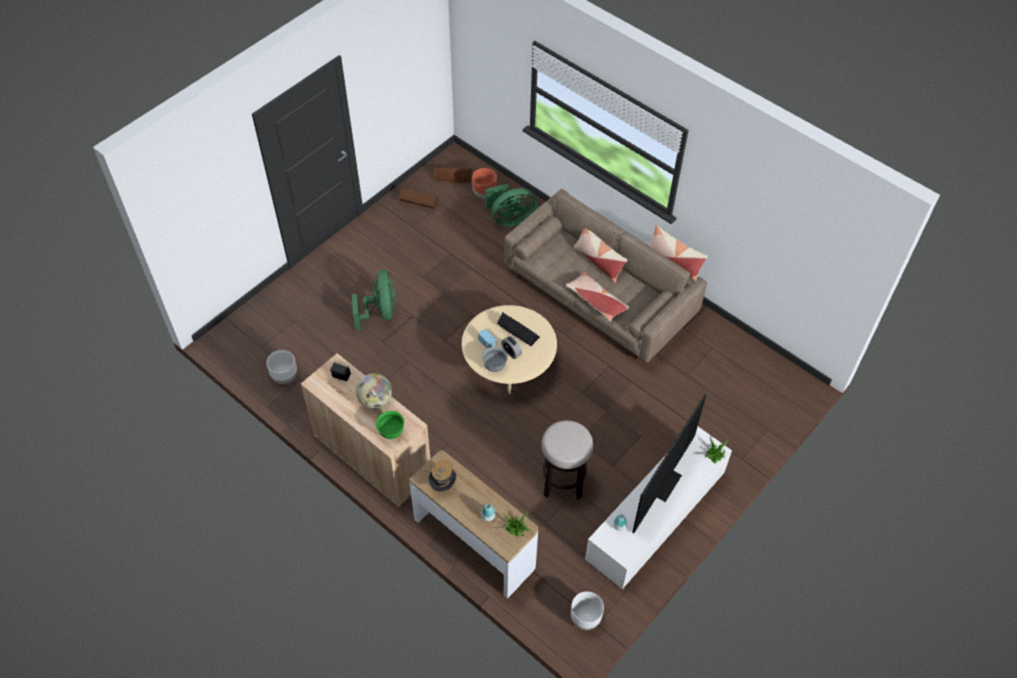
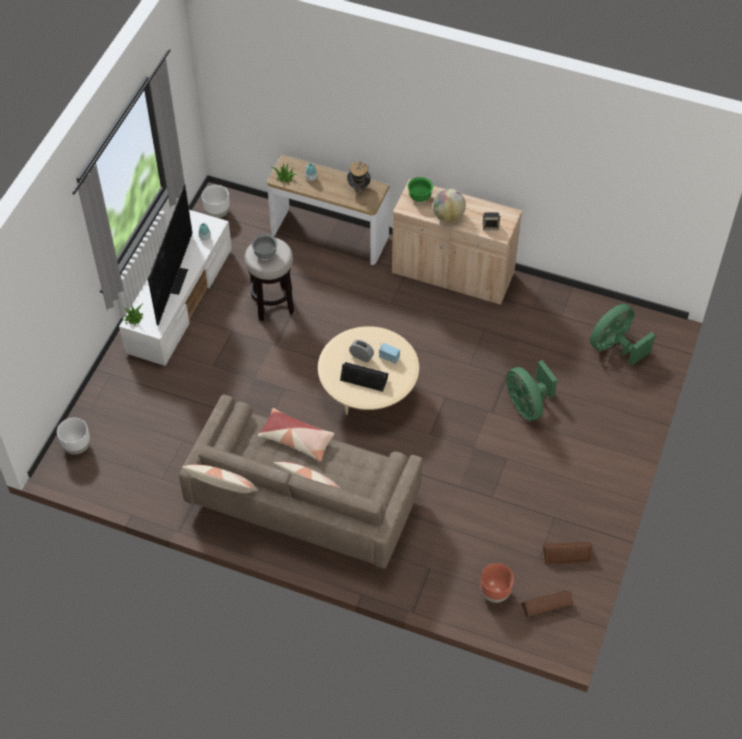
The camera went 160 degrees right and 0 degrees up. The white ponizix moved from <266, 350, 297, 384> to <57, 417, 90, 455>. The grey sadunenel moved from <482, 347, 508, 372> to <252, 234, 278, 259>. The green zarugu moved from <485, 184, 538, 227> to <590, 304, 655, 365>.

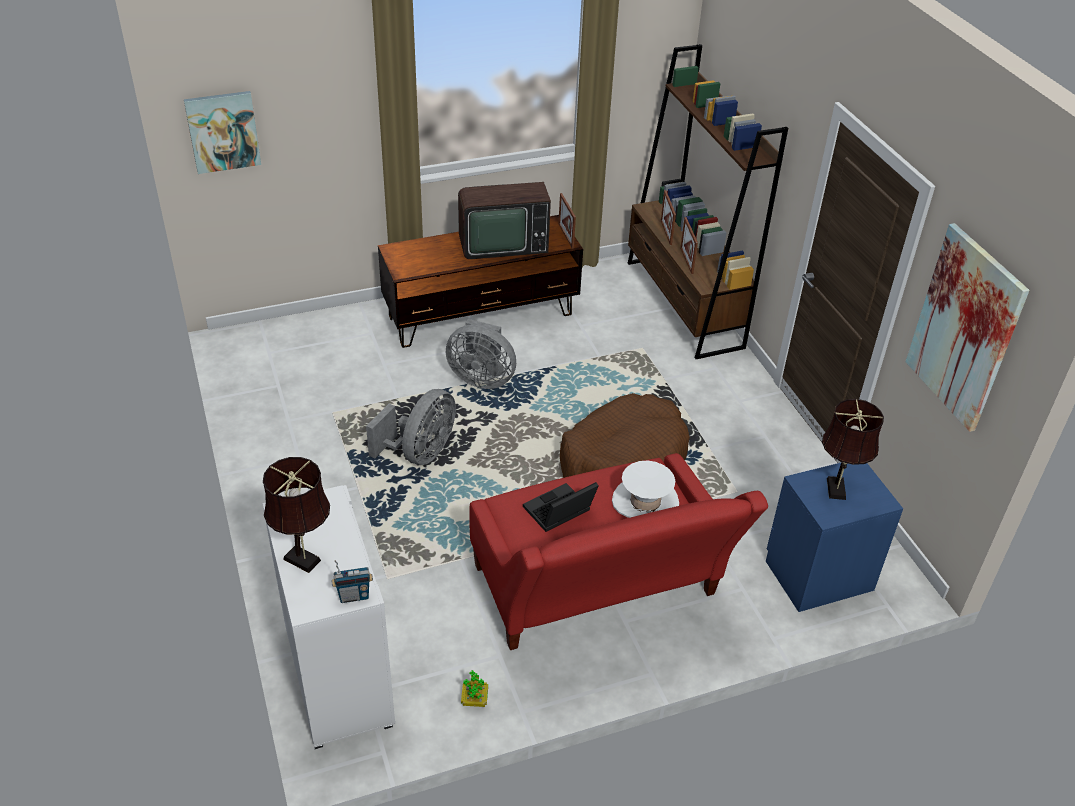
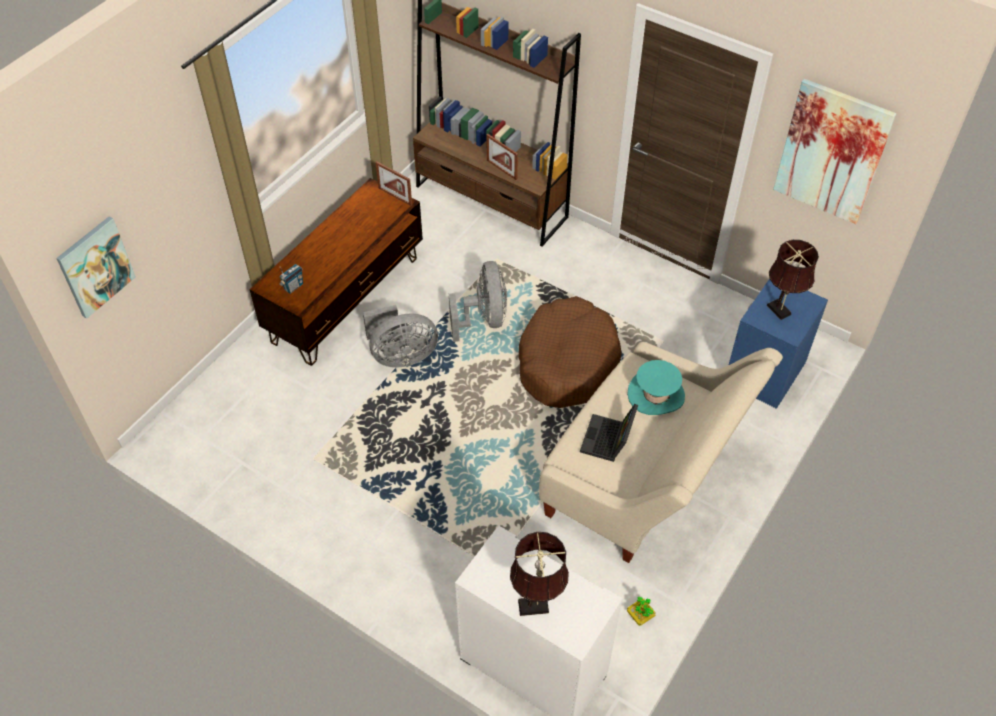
The camera went 35 degrees left and 10 degrees up. The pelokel moved from <331, 560, 373, 603> to <279, 264, 303, 294>. The grey zarugu moved from <366, 389, 456, 465> to <449, 261, 507, 342>. The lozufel at <458, 182, 551, 259> disappeared. The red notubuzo at <469, 453, 768, 650> became the beige notubuzo at <539, 342, 783, 563>. The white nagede at <612, 461, 679, 518> became the turquoise nagede at <627, 360, 685, 415>. The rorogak at <661, 190, 676, 245> disappeared.

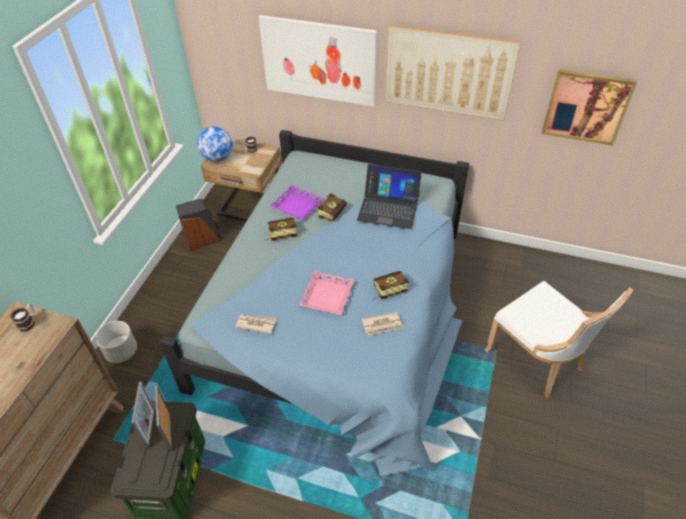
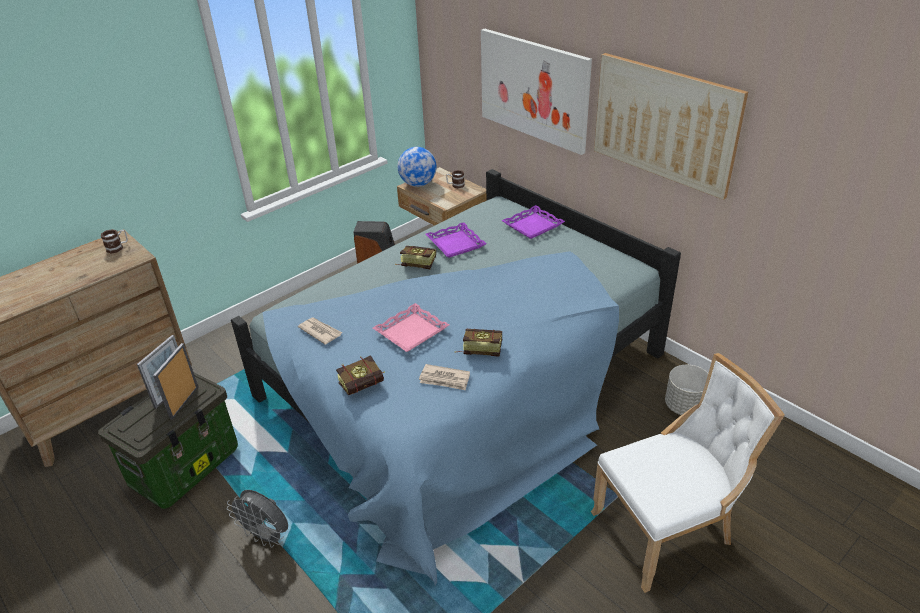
The camera went 30 degrees right and 10 degrees down. The grey ponizix moved from <96, 321, 137, 363> to <665, 365, 708, 415>. The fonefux moved from <318, 193, 347, 221> to <336, 355, 385, 395>. The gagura at <357, 164, 422, 229> disappeared. The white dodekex at <485, 281, 633, 397> turned 105 degrees counterclockwise. The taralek at <541, 69, 637, 146> disappeared. The grey zarugu at <227, 490, 288, 548> appeared. The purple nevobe at <501, 205, 565, 239> appeared.

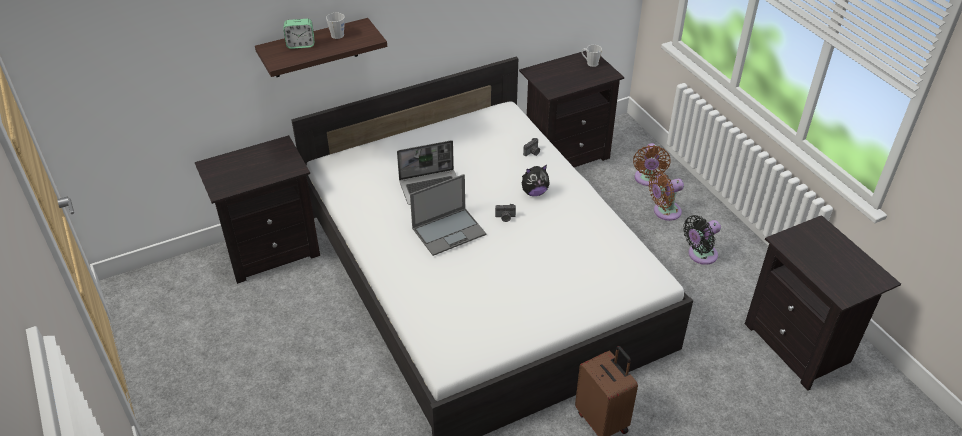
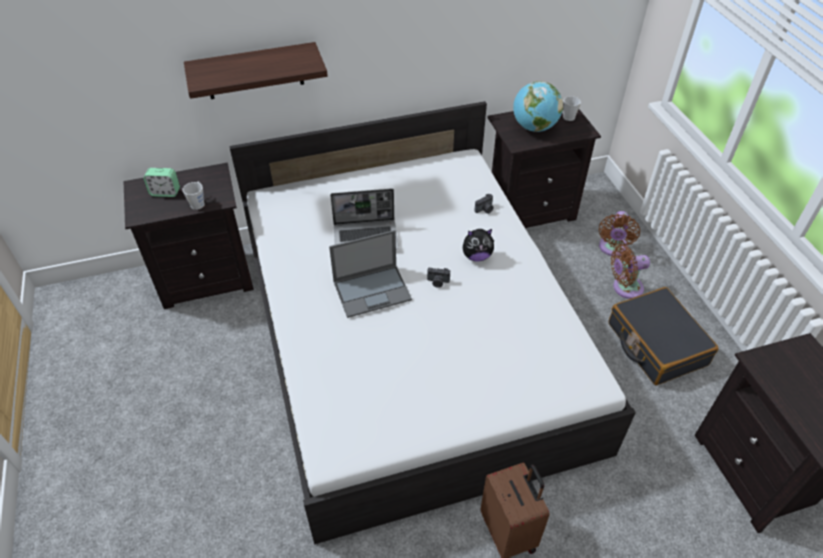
The camera went 10 degrees right and 5 degrees up. The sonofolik moved from <283, 19, 314, 49> to <143, 168, 180, 197>. The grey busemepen moved from <326, 13, 345, 39> to <183, 182, 205, 210>. The black zarugu at <683, 215, 721, 265> was replaced by the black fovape at <609, 287, 718, 385>. The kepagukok at <513, 81, 563, 132> appeared.

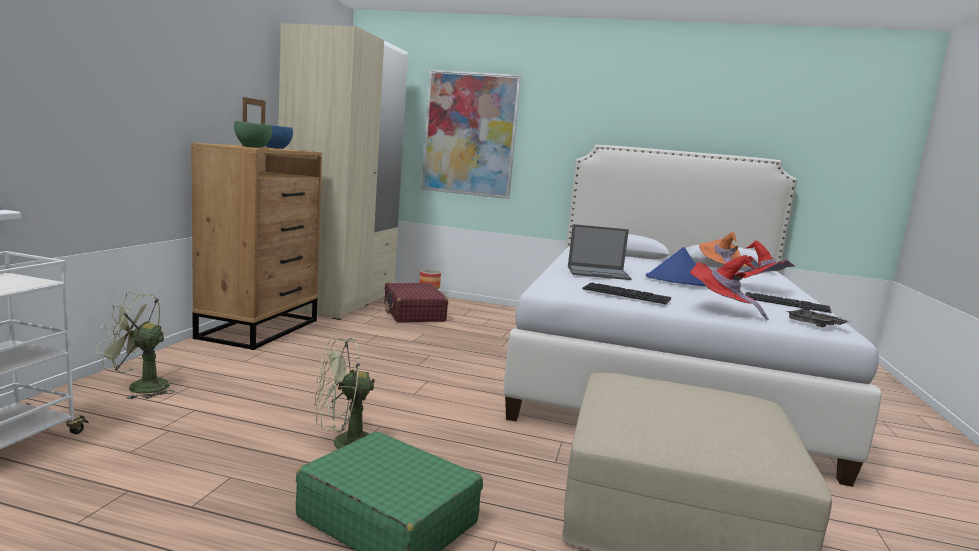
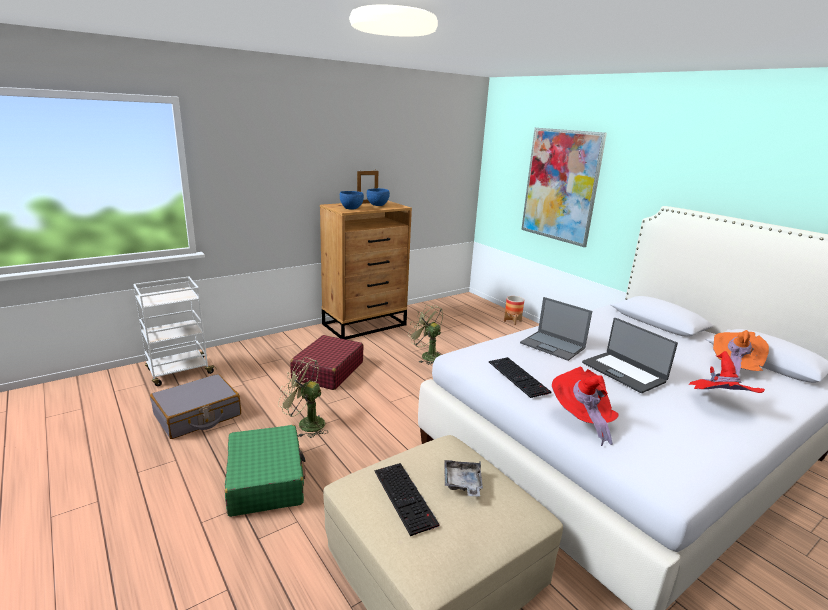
The camera went 40 degrees right and 10 degrees up. The green zarugu moved from <96, 292, 175, 399> to <408, 305, 443, 365>. The green sadunenel at <234, 121, 272, 148> became the blue sadunenel at <340, 191, 364, 210>. The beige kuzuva at <279, 22, 408, 320> disappeared. The red fovape moved from <385, 283, 448, 322> to <290, 335, 364, 390>. The blue nagede at <646, 247, 705, 286> was replaced by the gagura at <582, 318, 678, 393>. The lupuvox moved from <745, 292, 831, 313> to <375, 463, 440, 536>. The grey nevobe moved from <786, 306, 852, 327> to <444, 460, 483, 497>. The grey fovape at <150, 374, 241, 439> appeared.

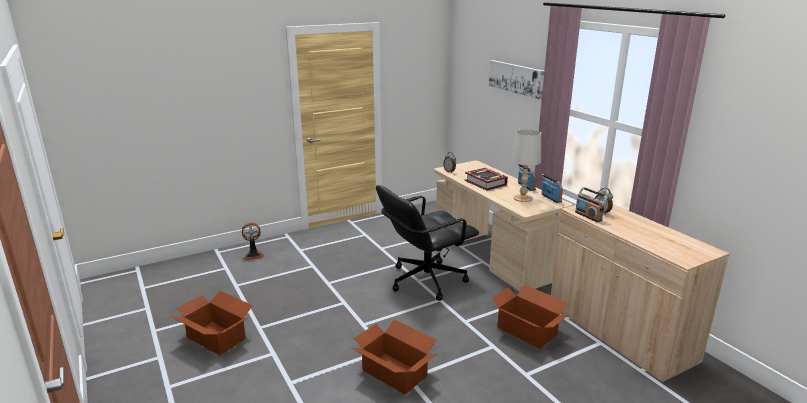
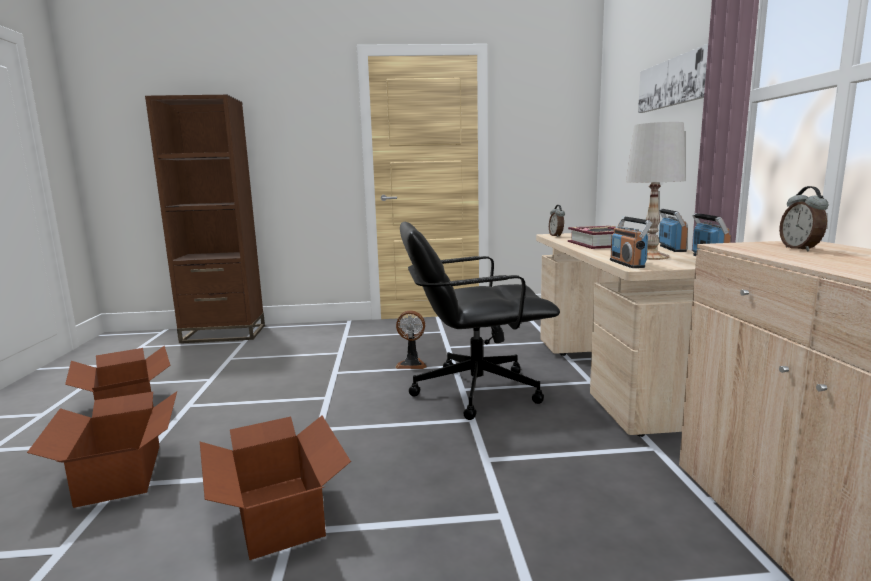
The camera went 25 degrees right and 10 degrees down. The zarugu moved from <242, 222, 265, 260> to <395, 311, 427, 369>. The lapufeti moved from <491, 284, 569, 349> to <27, 391, 177, 508>. The pelokel moved from <575, 187, 608, 222> to <610, 216, 652, 268>. The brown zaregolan at <145, 95, 265, 343> appeared.

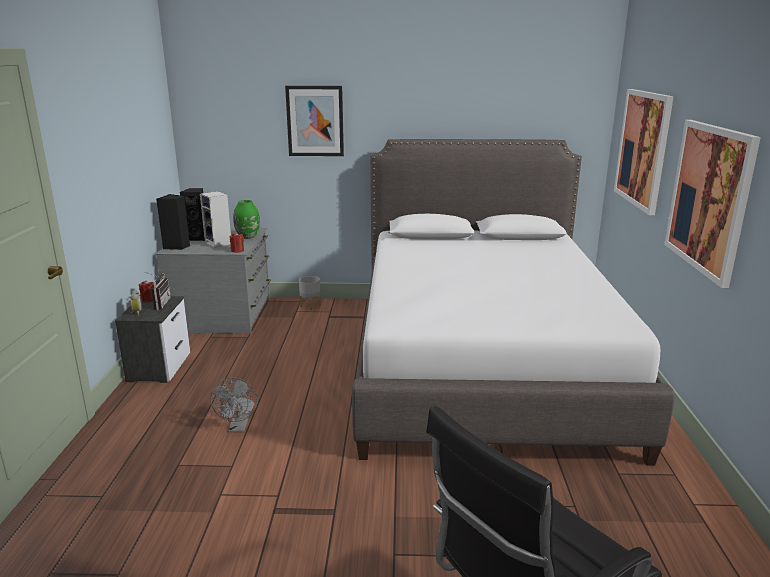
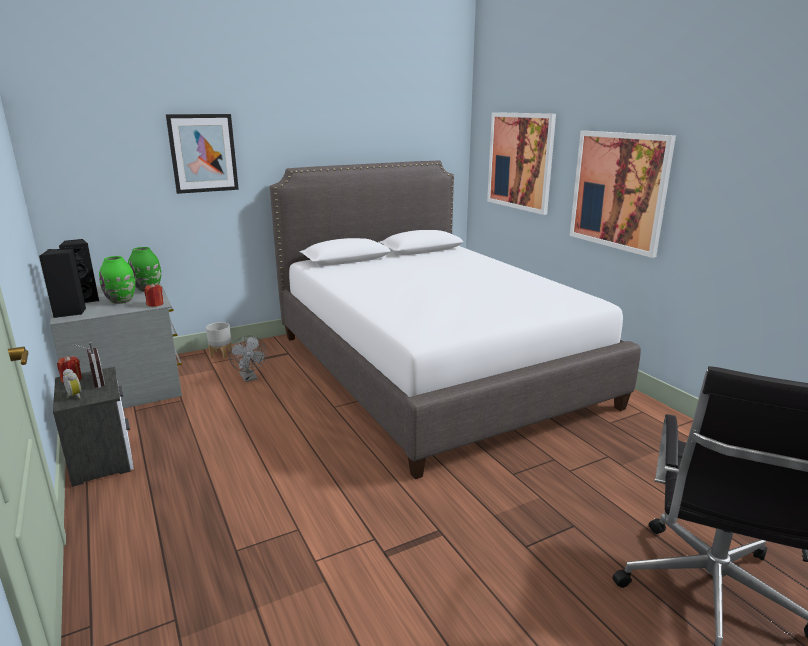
The camera went 30 degrees left and 0 degrees up. The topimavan at <200, 191, 231, 248> was replaced by the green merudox at <99, 256, 135, 304>. The grey zarugu moved from <210, 377, 257, 432> to <229, 335, 267, 382>.

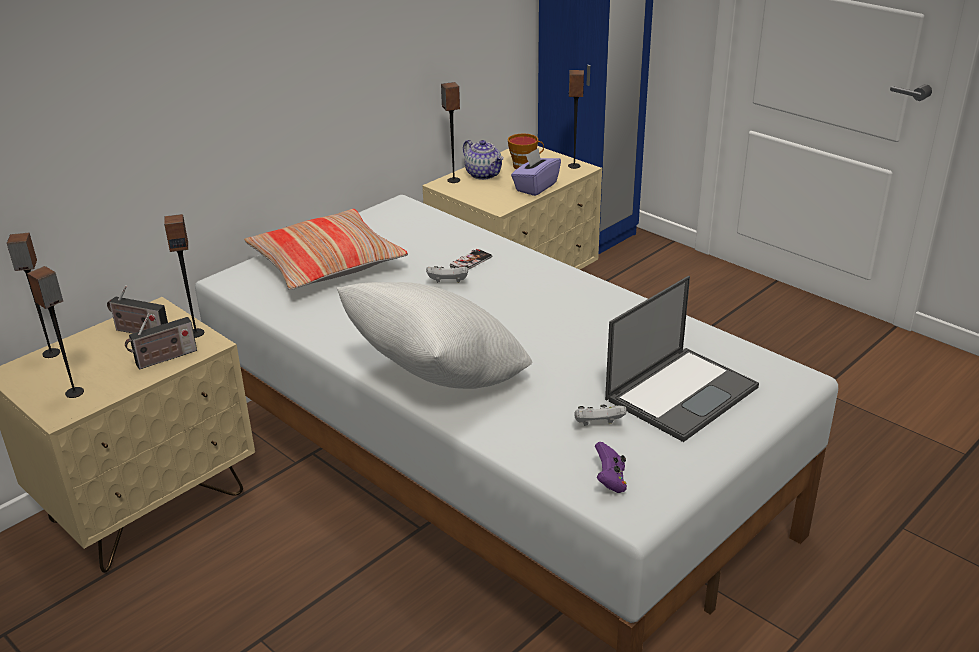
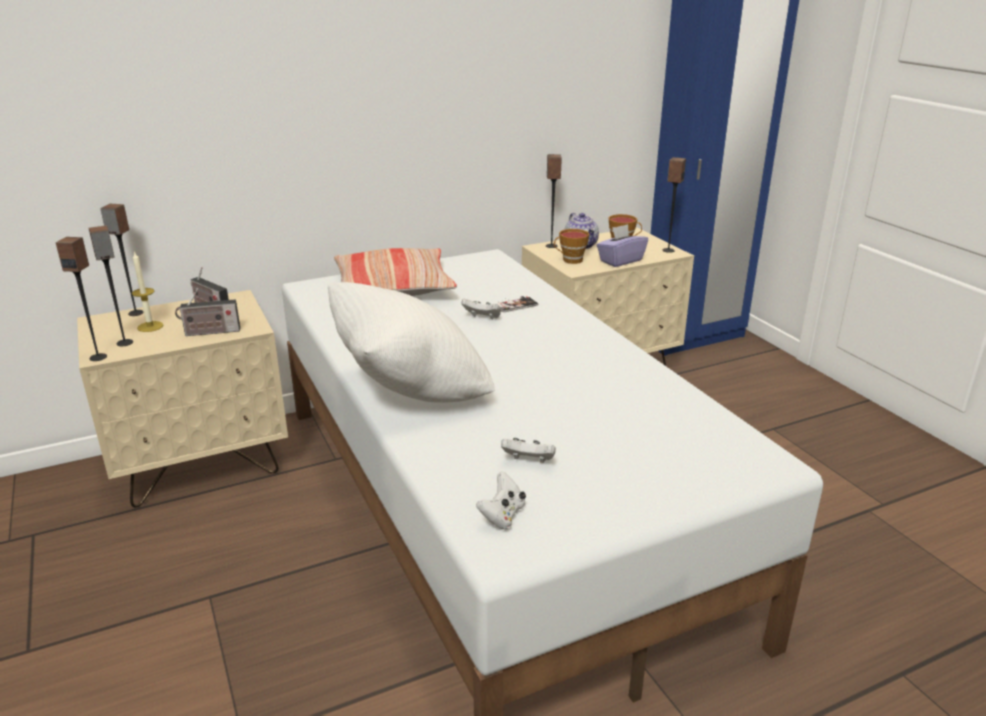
The camera went 20 degrees right and 5 degrees down. The topimavan moved from <164, 214, 204, 338> to <56, 237, 107, 361>. The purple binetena at <595, 442, 627, 493> became the white binetena at <476, 471, 526, 529>. The gagura at <605, 276, 759, 442> disappeared. The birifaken at <132, 251, 163, 332> appeared. The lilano at <554, 229, 589, 264> appeared.

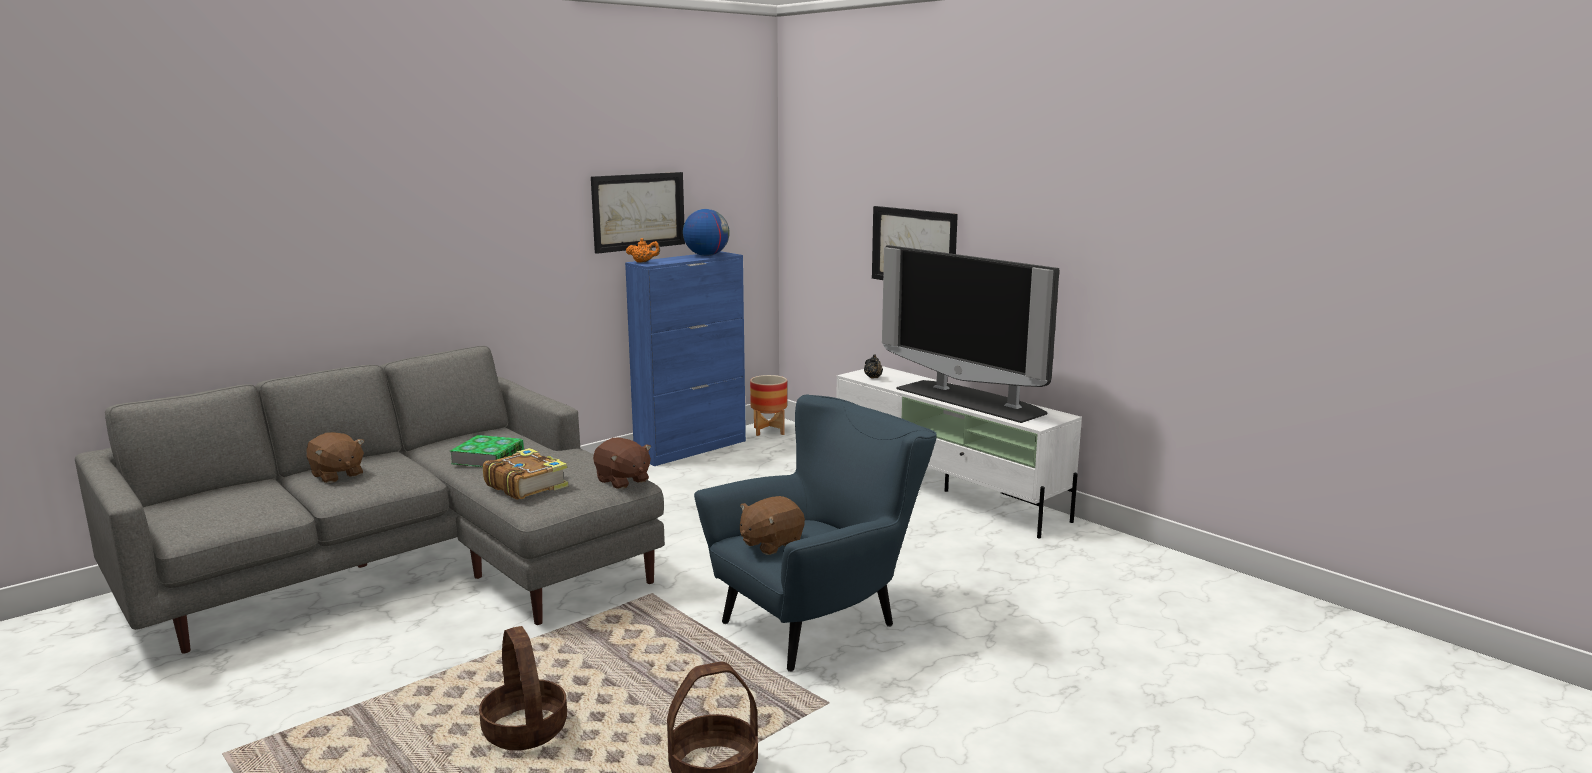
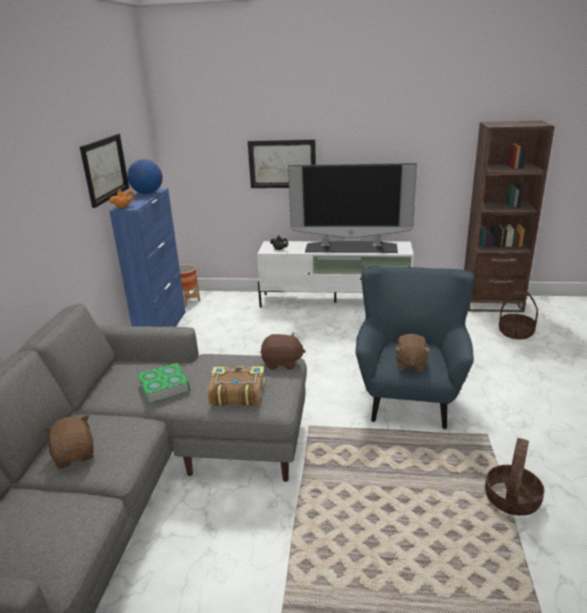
The camera went 40 degrees left and 10 degrees up. The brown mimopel at <307, 432, 364, 483> turned 120 degrees counterclockwise. The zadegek moved from <479, 626, 567, 751> to <499, 291, 538, 339>. The brown zaregolan at <464, 121, 555, 312> appeared.

